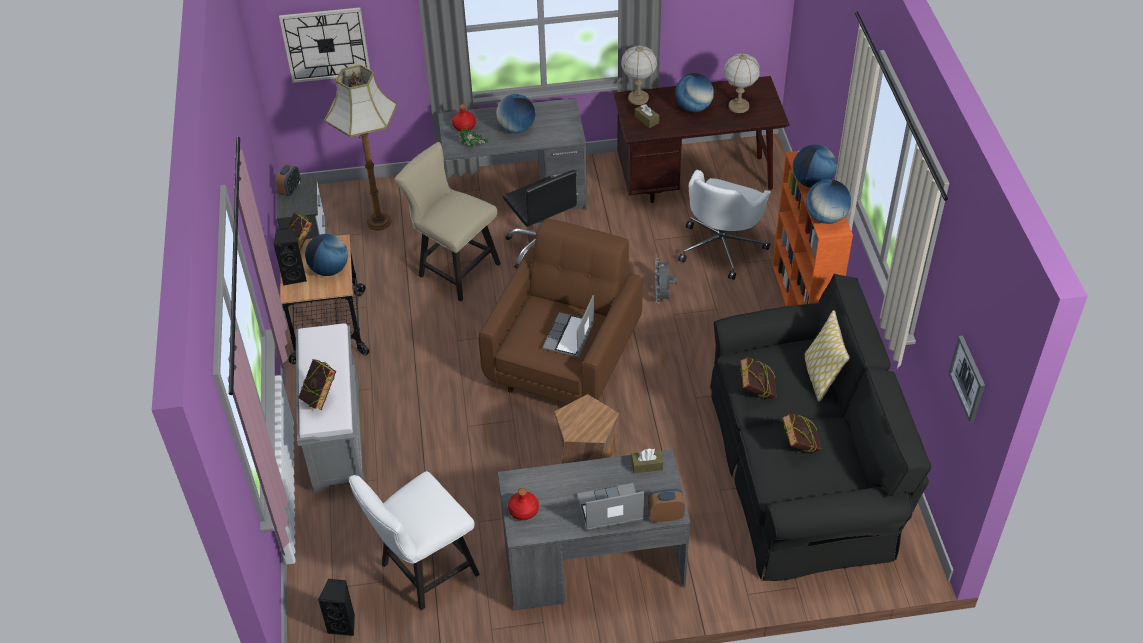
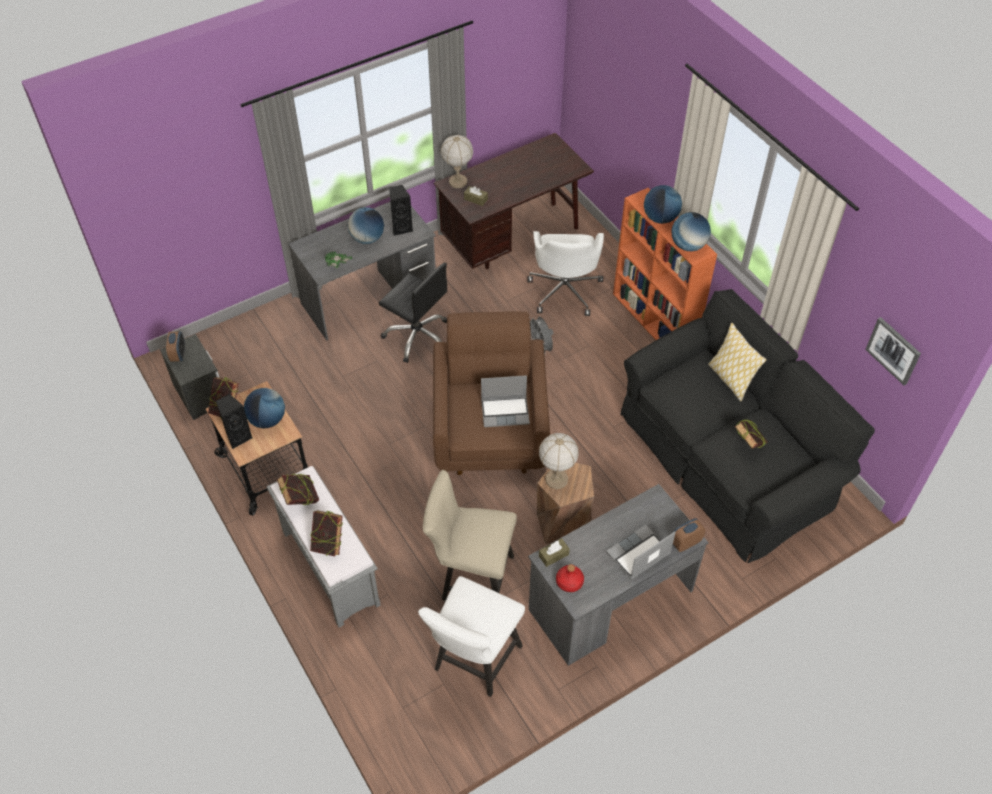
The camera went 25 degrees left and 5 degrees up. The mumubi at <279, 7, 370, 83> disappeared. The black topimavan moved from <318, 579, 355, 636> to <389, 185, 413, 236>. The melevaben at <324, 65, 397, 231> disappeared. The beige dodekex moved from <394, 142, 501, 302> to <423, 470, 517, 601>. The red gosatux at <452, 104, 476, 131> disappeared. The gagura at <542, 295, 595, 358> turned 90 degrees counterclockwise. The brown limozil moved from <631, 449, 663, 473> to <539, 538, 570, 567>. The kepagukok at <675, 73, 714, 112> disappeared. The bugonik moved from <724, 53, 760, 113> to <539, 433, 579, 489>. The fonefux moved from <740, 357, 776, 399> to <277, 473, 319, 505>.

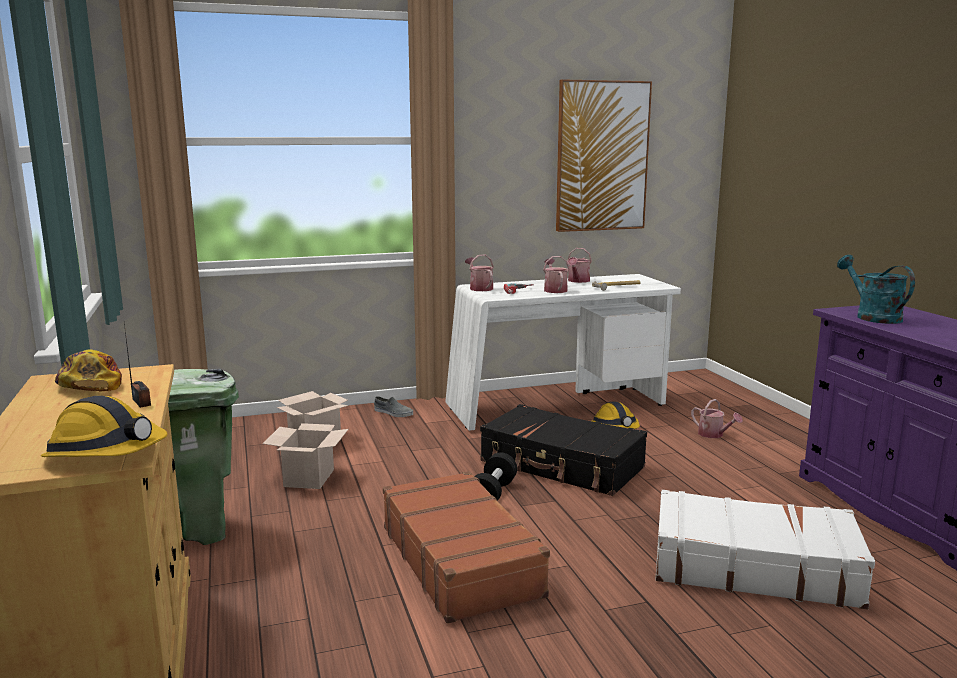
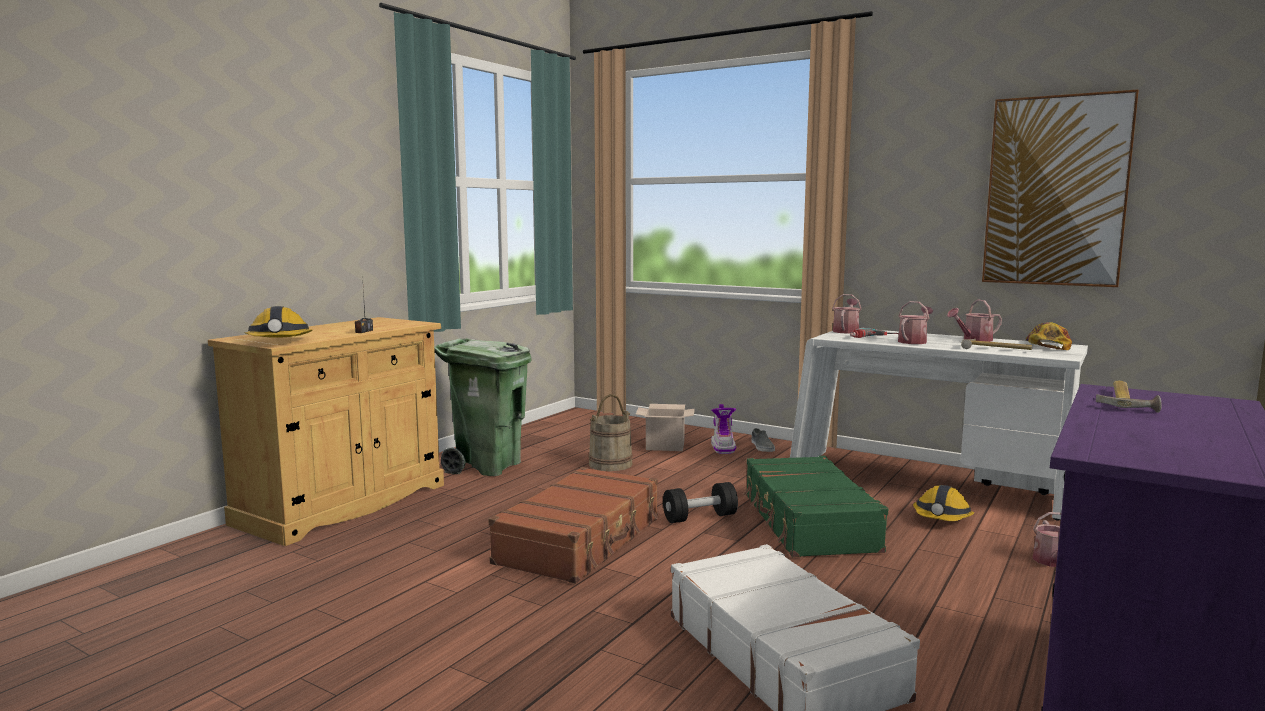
The camera went 50 degrees right and 5 degrees down. The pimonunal moved from <55, 350, 122, 392> to <1026, 322, 1072, 350>. The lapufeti at <263, 423, 348, 489> was replaced by the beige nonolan at <588, 394, 633, 471>. The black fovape at <480, 404, 647, 496> became the green fovape at <743, 456, 888, 557>. The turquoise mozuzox at <837, 255, 915, 324> was replaced by the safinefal at <1096, 381, 1162, 413>. The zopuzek at <711, 404, 736, 454> appeared.

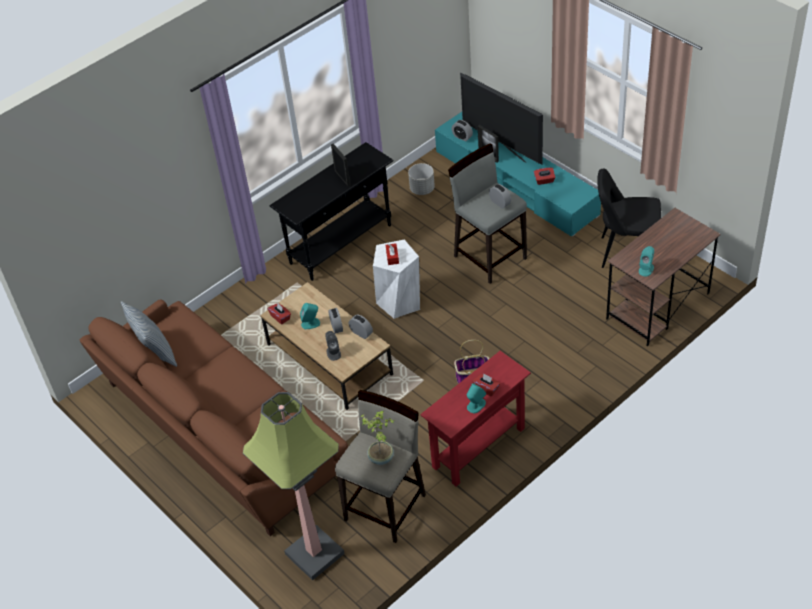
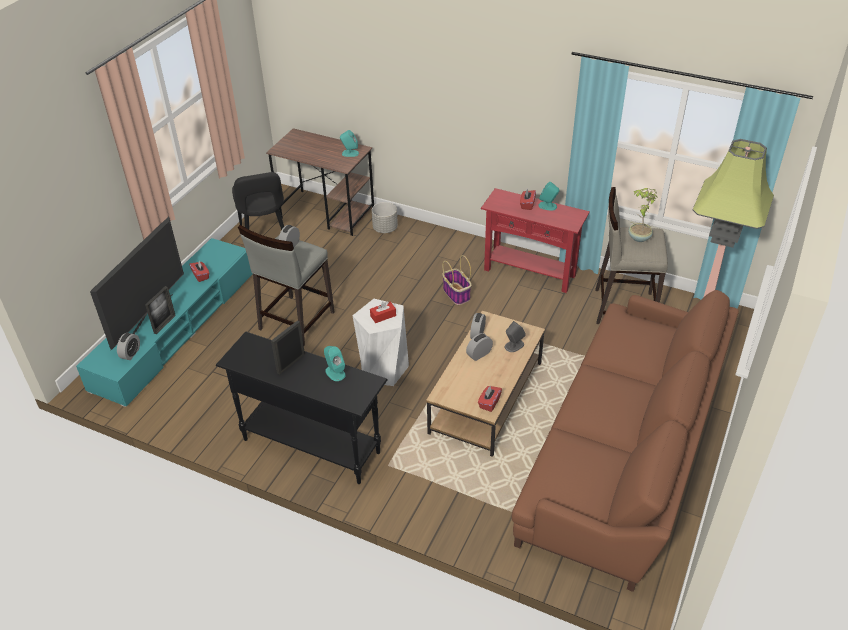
The camera went 115 degrees left and 5 degrees down. The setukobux at <121, 301, 177, 367> disappeared. The turquoise topimavan moved from <300, 303, 320, 329> to <324, 346, 346, 381>. The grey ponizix moved from <408, 163, 435, 195> to <372, 202, 398, 233>.

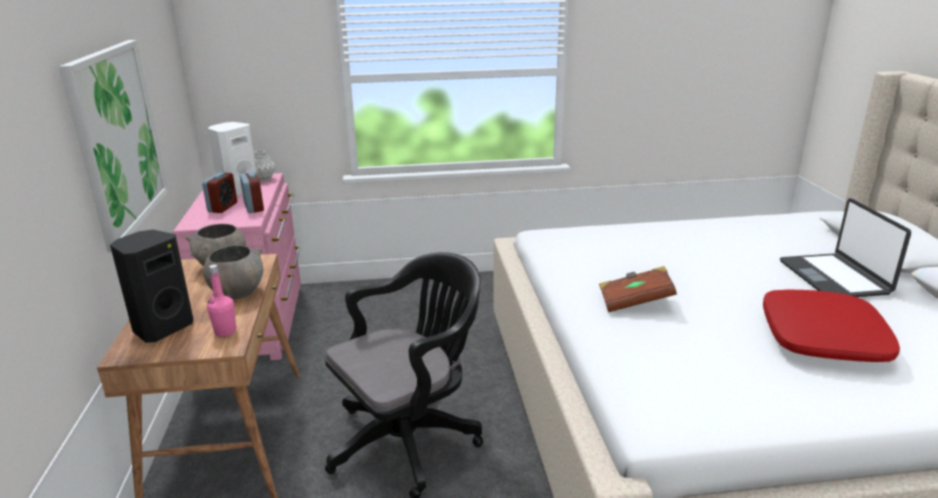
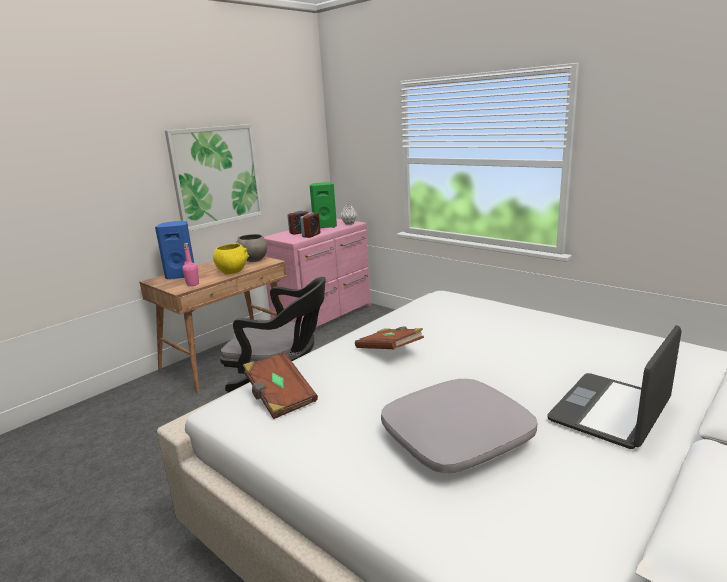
The camera went 50 degrees right and 5 degrees down. The black topimavan at <110, 230, 193, 343> became the blue topimavan at <155, 221, 194, 279>. The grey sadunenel at <203, 245, 263, 299> became the yellow sadunenel at <213, 244, 249, 274>. The white topimavan at <207, 122, 257, 196> became the green topimavan at <310, 182, 337, 228>. The red setukobux at <763, 290, 900, 362> became the grey setukobux at <381, 379, 537, 473>. The brown fonefux at <243, 352, 318, 419> appeared.

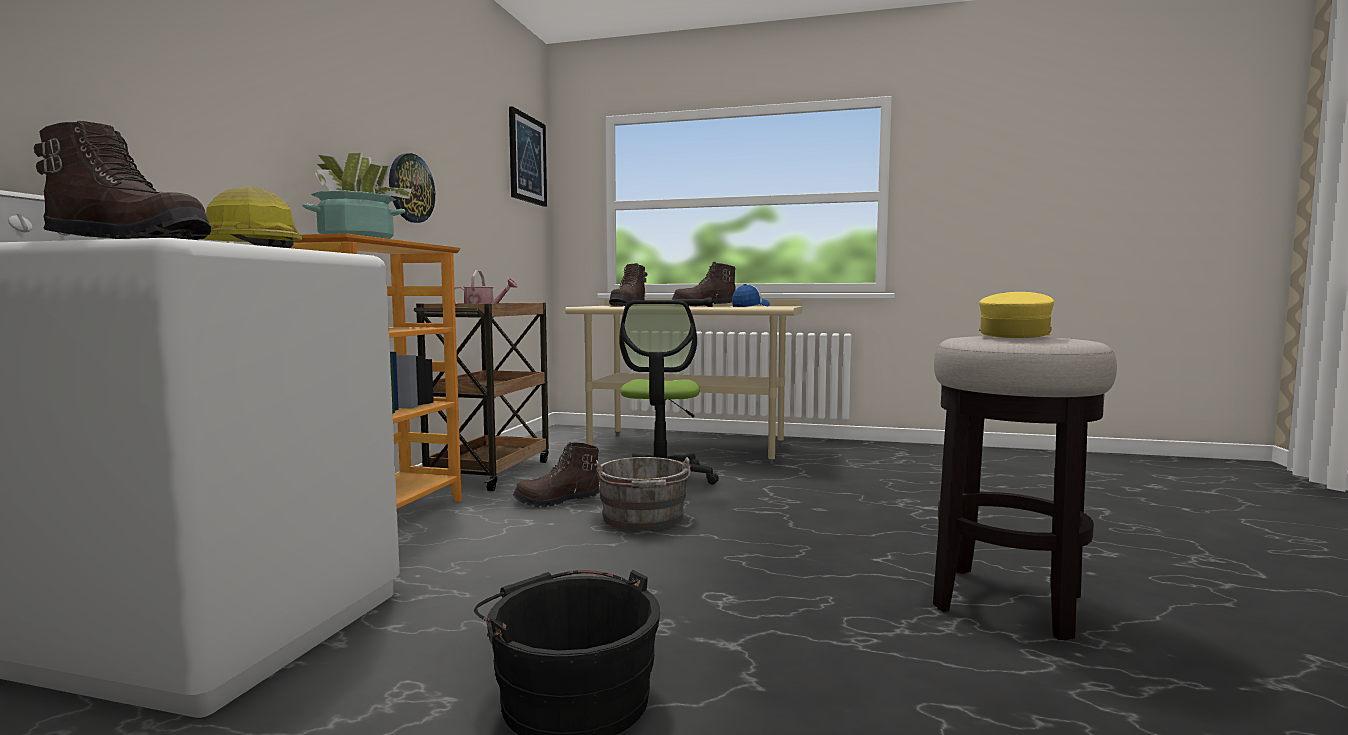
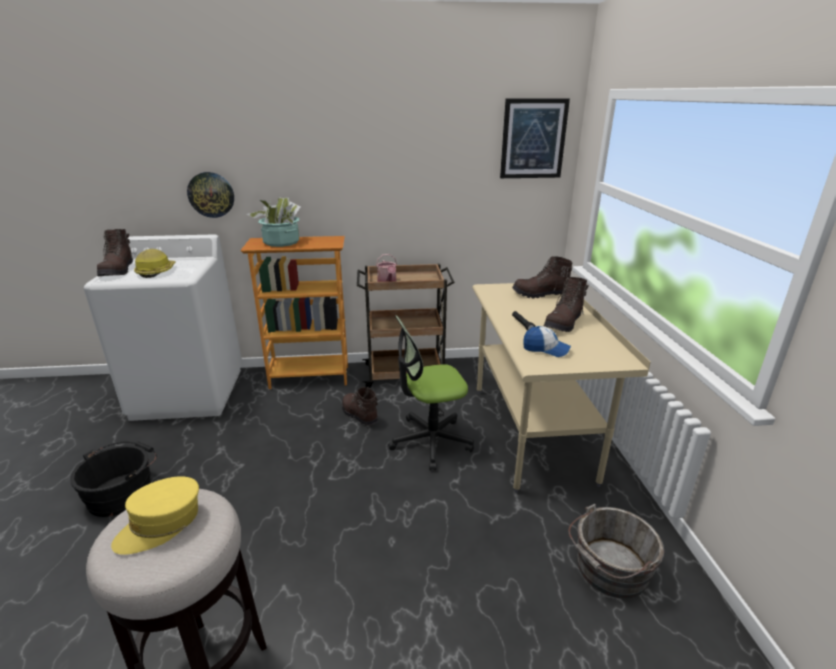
The camera went 70 degrees right and 20 degrees up. The mumubi moved from <389, 153, 435, 223> to <187, 172, 234, 218>. The grey nonolan moved from <595, 457, 691, 531> to <568, 504, 664, 599>. The brown zopuzek at <672, 262, 736, 306> turned 120 degrees counterclockwise. The yellow pimonunal at <979, 292, 1054, 338> turned 120 degrees clockwise.

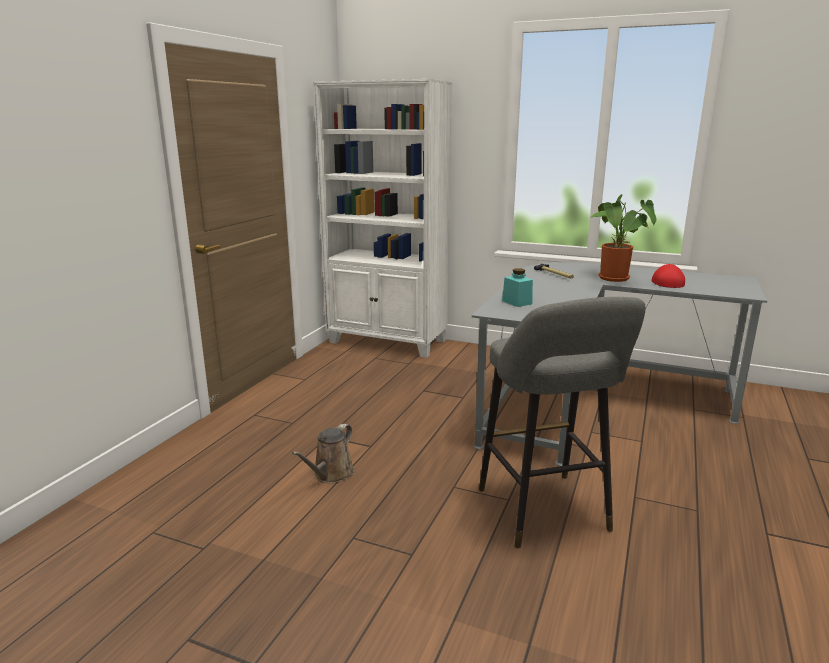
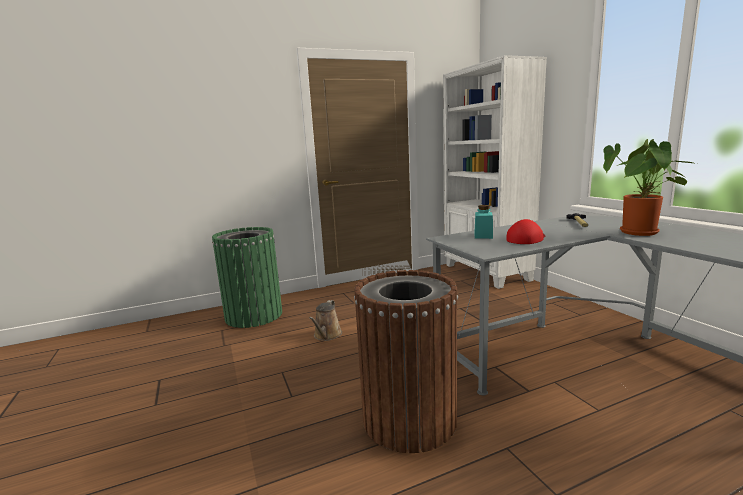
The camera went 45 degrees right and 5 degrees down. The brown mozuzox at <292, 424, 354, 483> turned 60 degrees counterclockwise. The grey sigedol at <479, 297, 646, 548> was replaced by the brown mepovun at <354, 270, 458, 453>. The red pimonunal moved from <651, 264, 685, 288> to <506, 219, 545, 244>. The green mepovun at <212, 227, 282, 328> appeared.

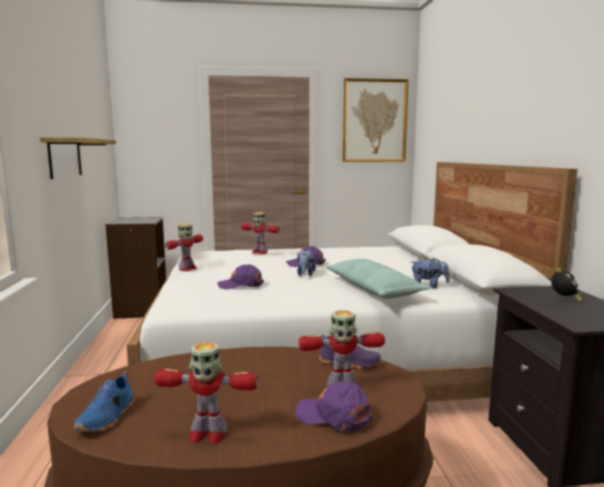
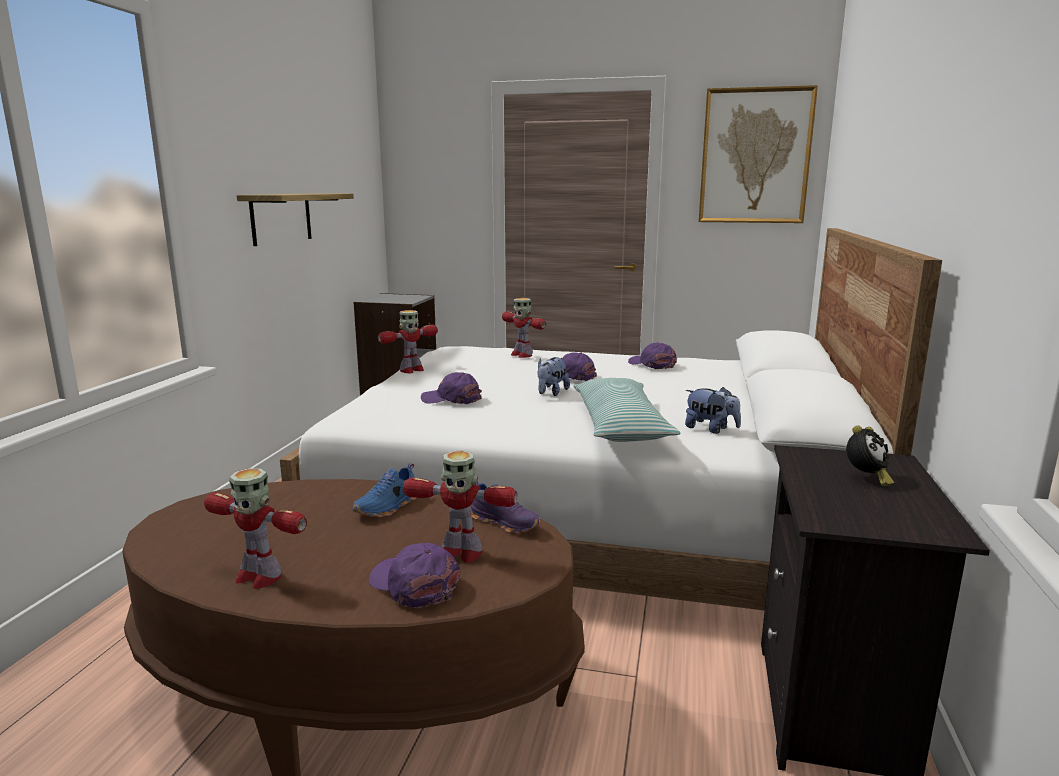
The camera went 20 degrees right and 5 degrees up. The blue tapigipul moved from <74, 371, 134, 432> to <352, 463, 416, 517>. The purple pimonunal at <628, 343, 677, 369> appeared.

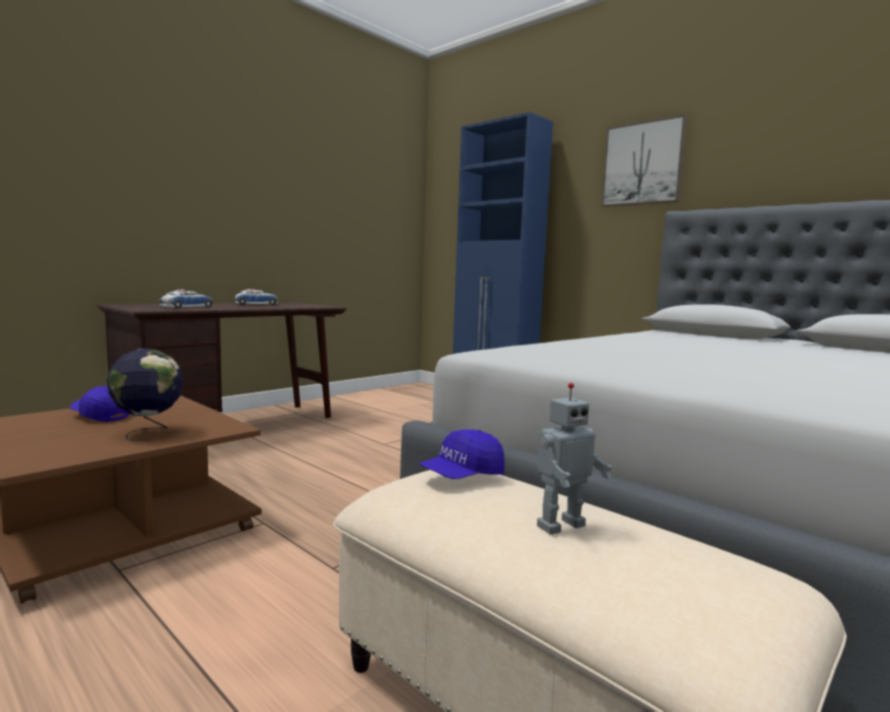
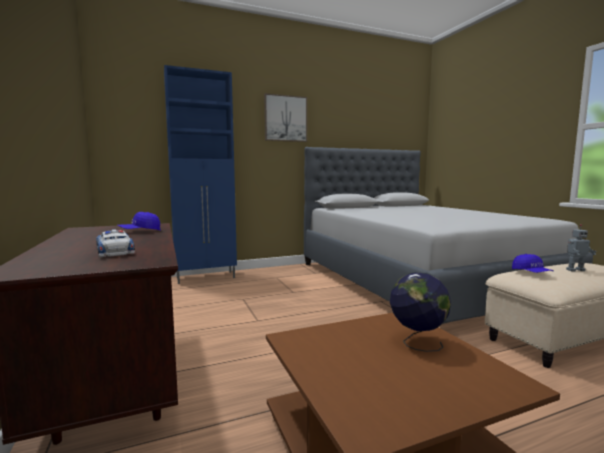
The camera went 65 degrees left and 0 degrees up. The blue pimonunal moved from <70, 386, 130, 422> to <118, 212, 160, 231>. The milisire at <235, 289, 278, 305> disappeared. The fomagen at <537, 383, 612, 535> turned 90 degrees clockwise.

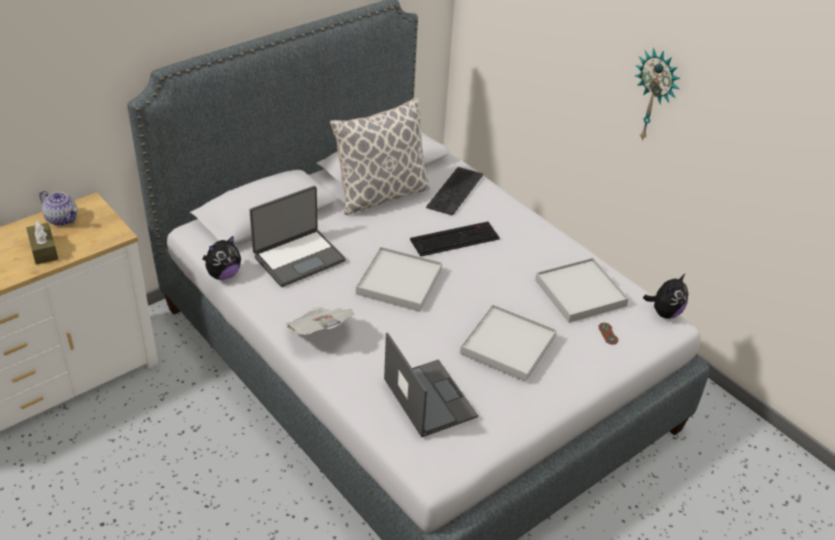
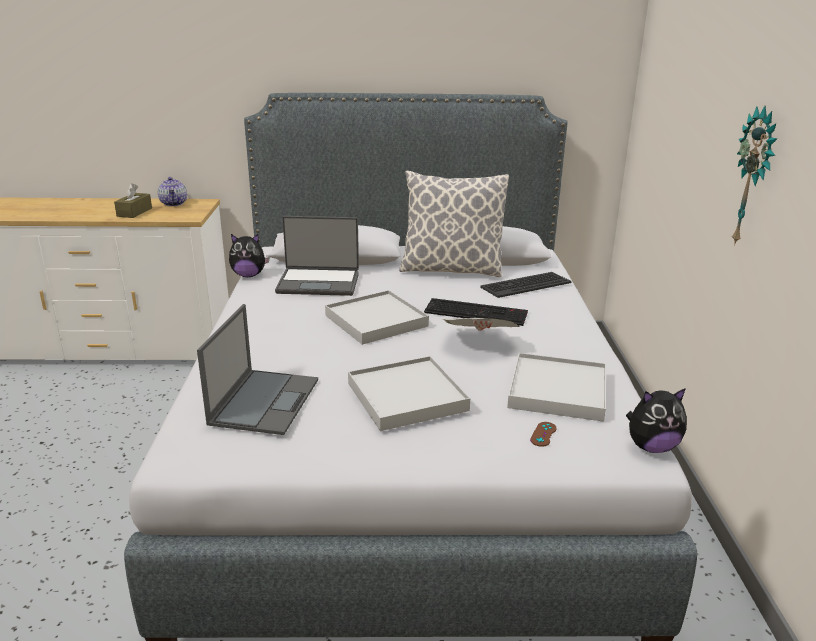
The camera went 40 degrees right and 15 degrees down. The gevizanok moved from <286, 307, 355, 335> to <443, 318, 520, 331>.

